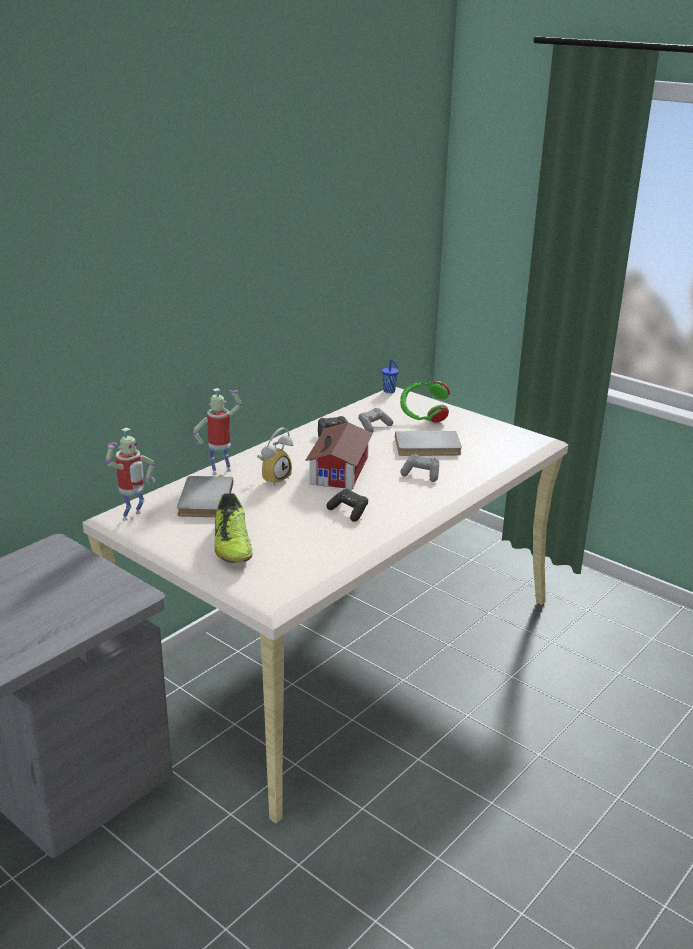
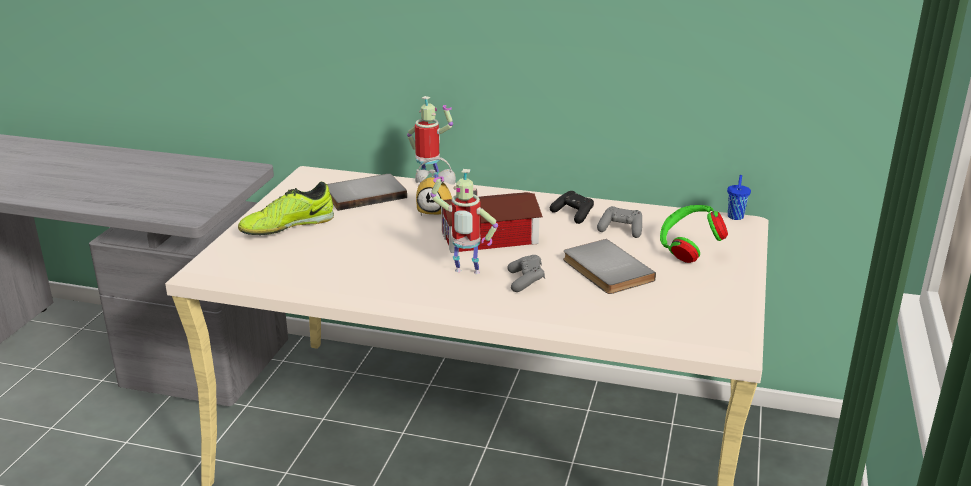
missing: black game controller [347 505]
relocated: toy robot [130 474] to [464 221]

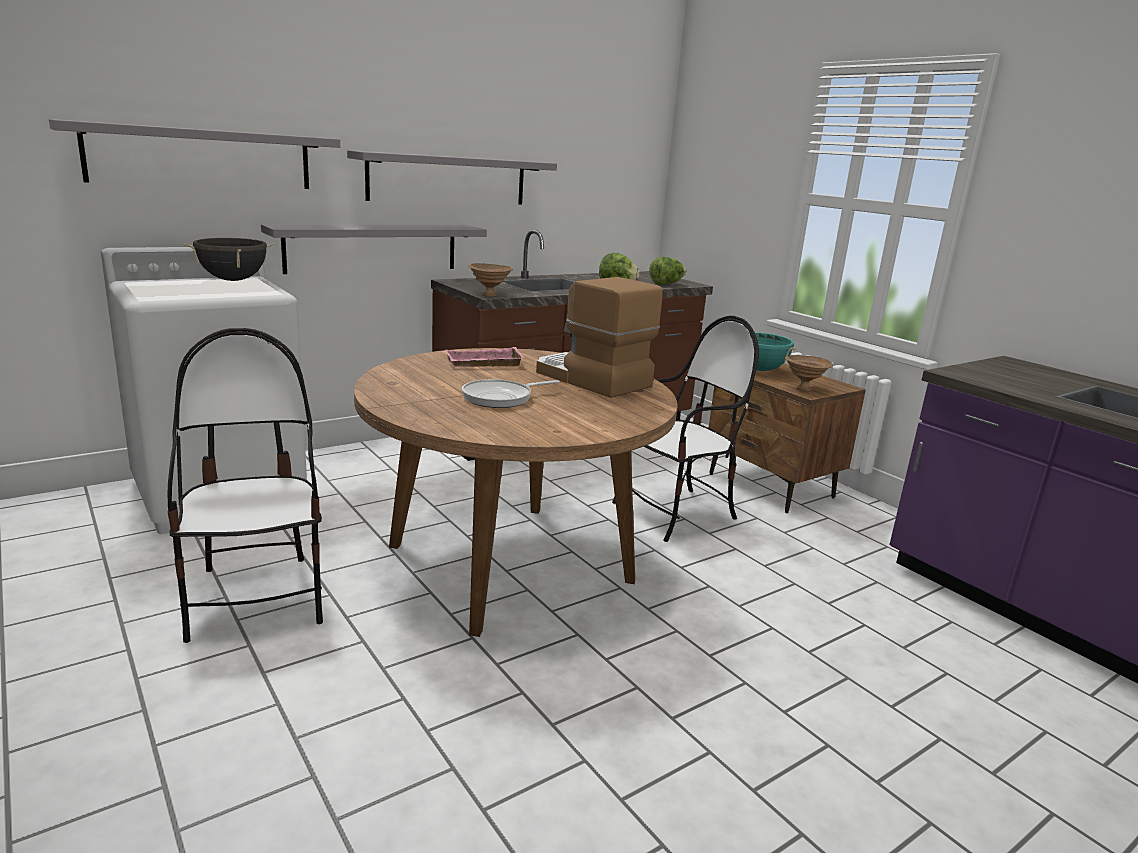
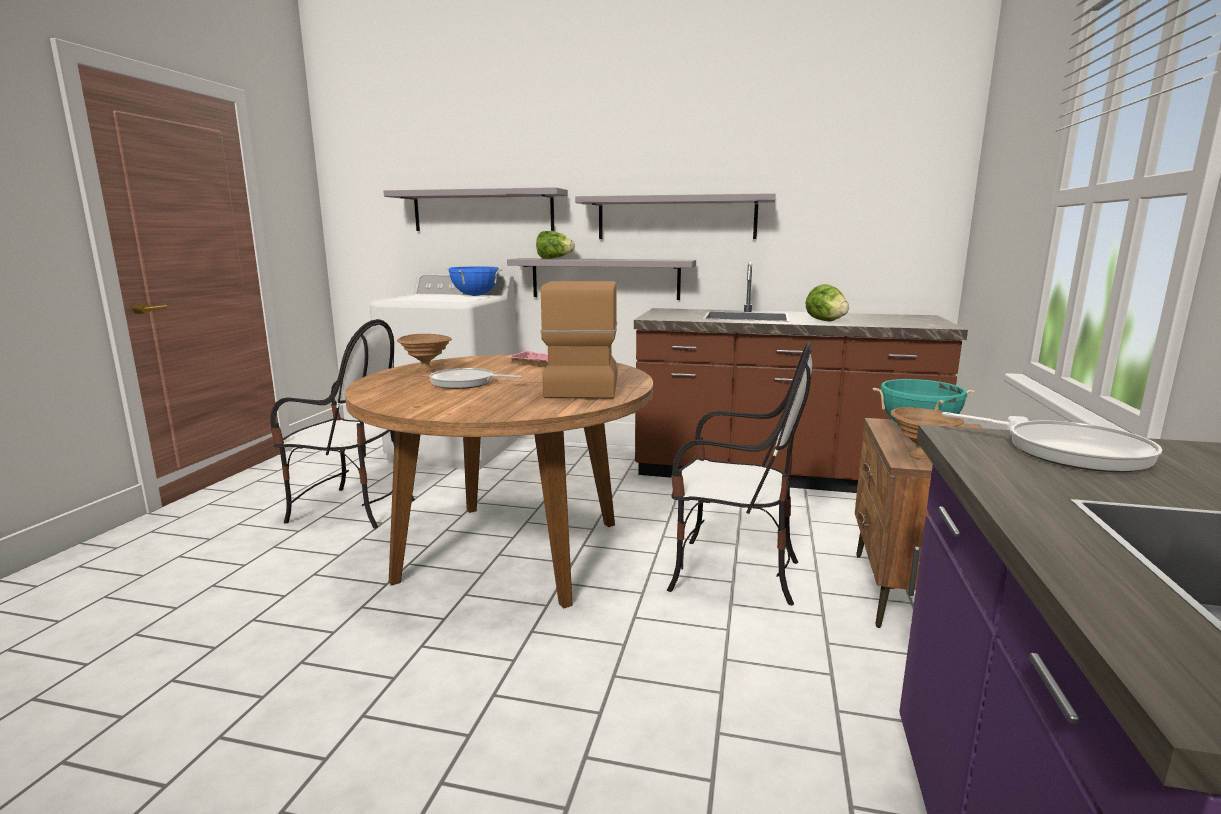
appeared: frying pan [1052 442]
relocated: brown bowl [490 279] to [424 353]; lettuce [667 271] to [555 245]
colour: black cooking pot [229 259] to blue cooking pot [474 281]
spun: chair [245 485] = [342 424] 75 degrees clockwise

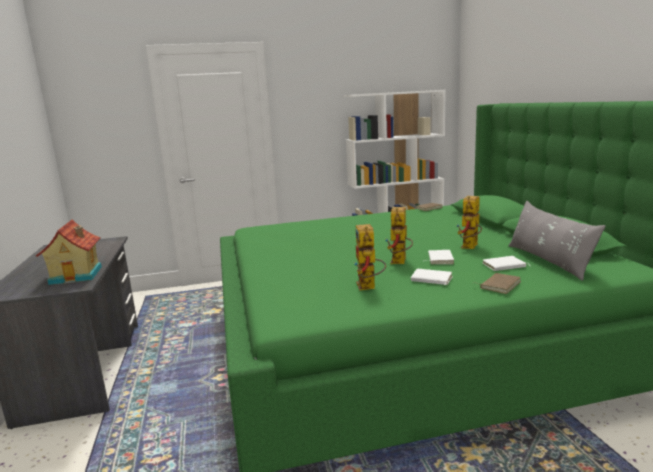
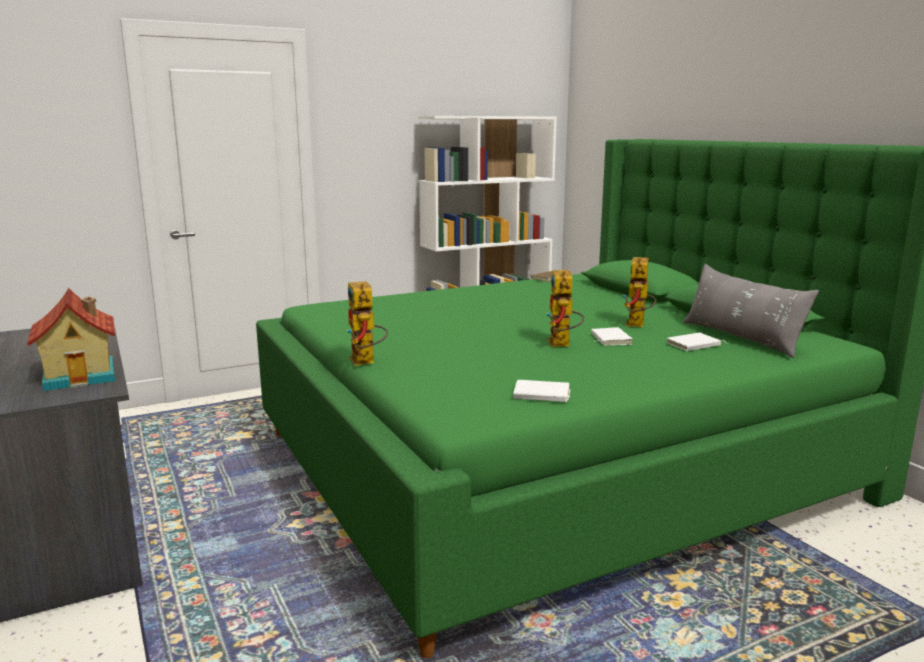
missing: brown book [499 283]
relocated: toy robot [370 257] to [367 323]; white book [432 277] to [542 391]

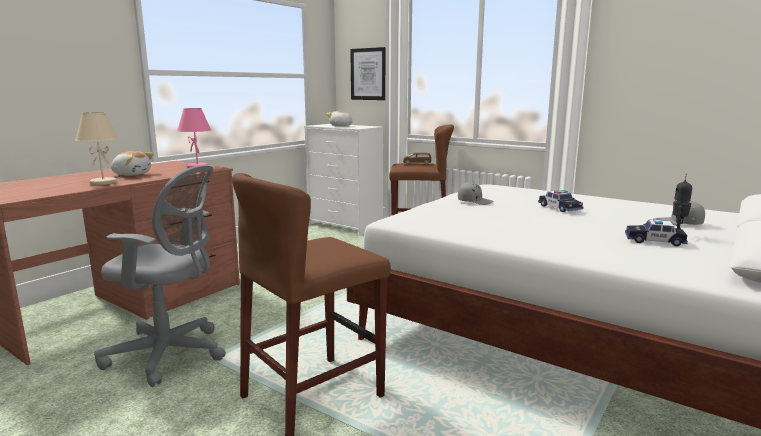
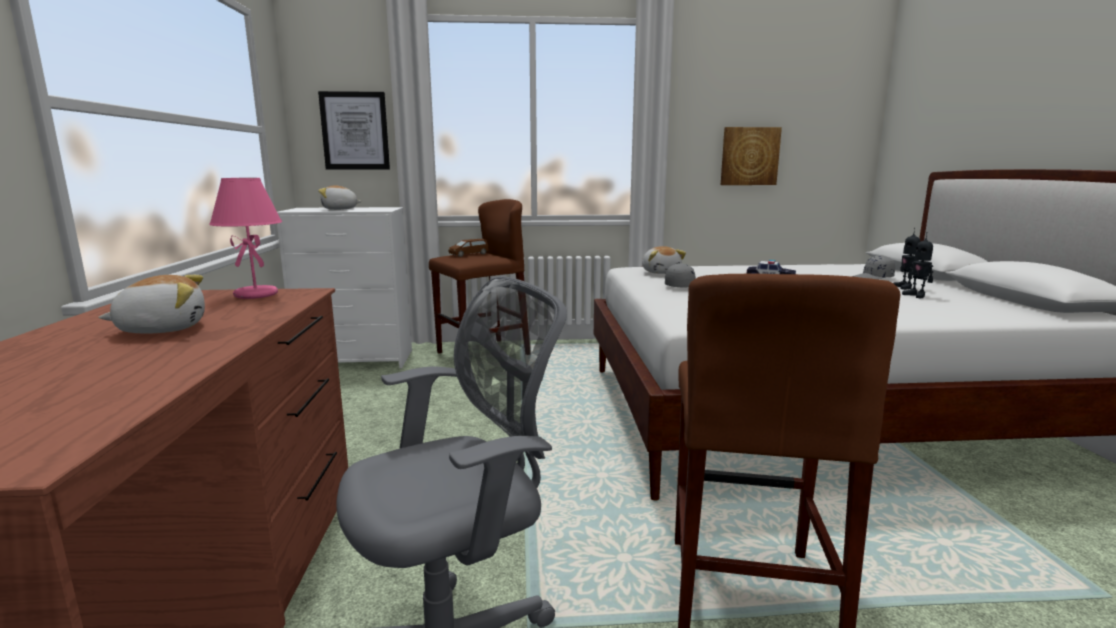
missing: beige table lamp [97 148]
appeared: plush toy [664 260]; picture [751 156]
exchanged: toy car [656 232] to toy robot [917 265]

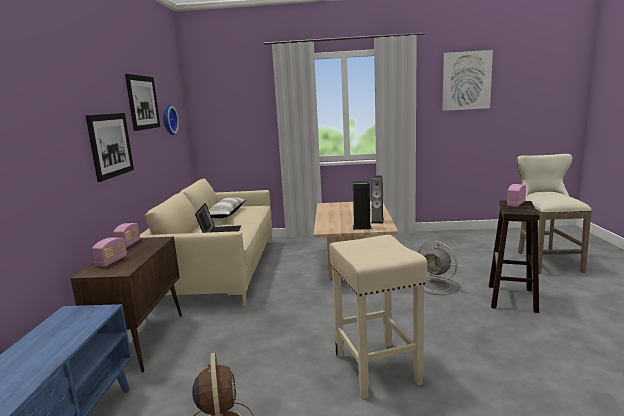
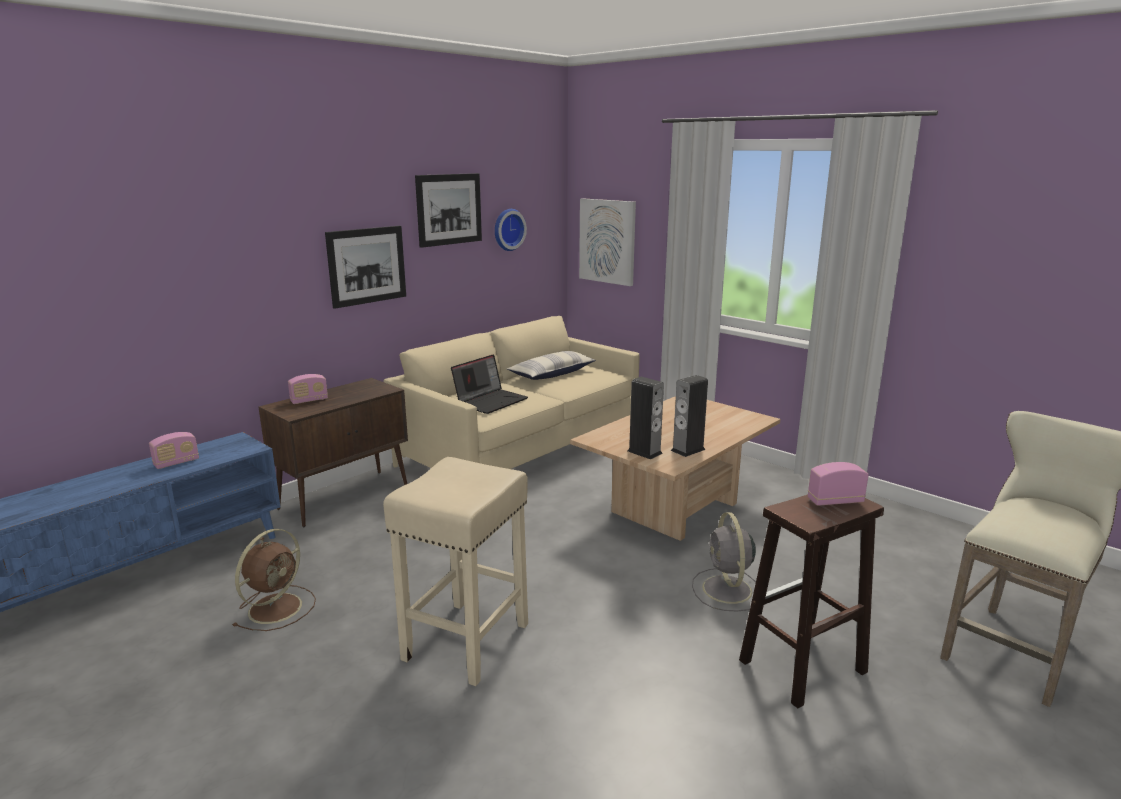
relocated: radio [126 235] to [174 450]; picture [467 80] to [607 242]

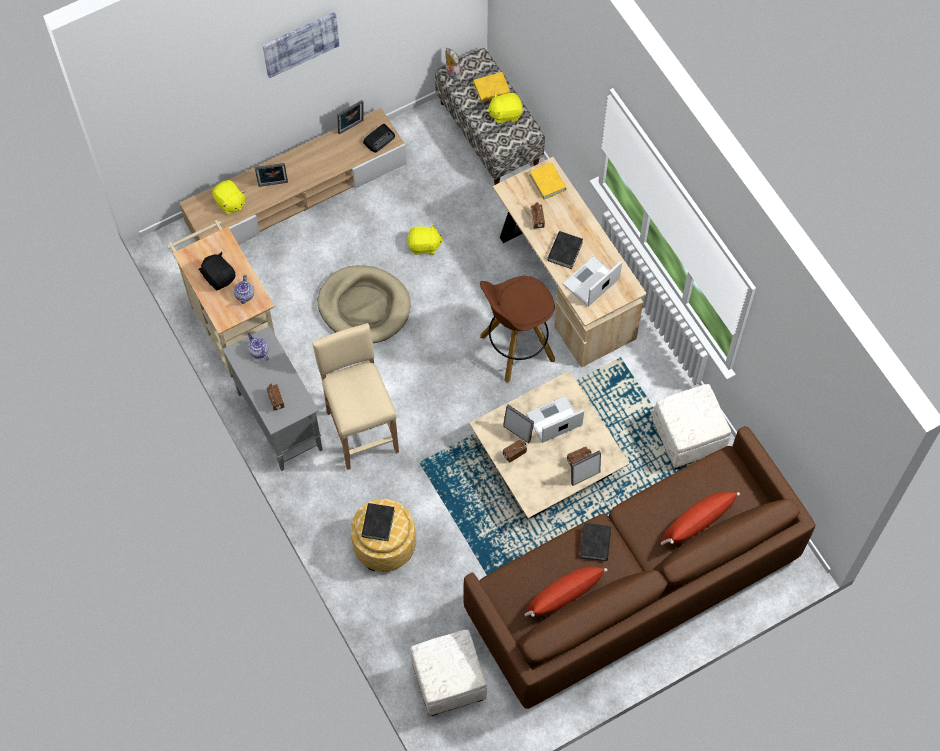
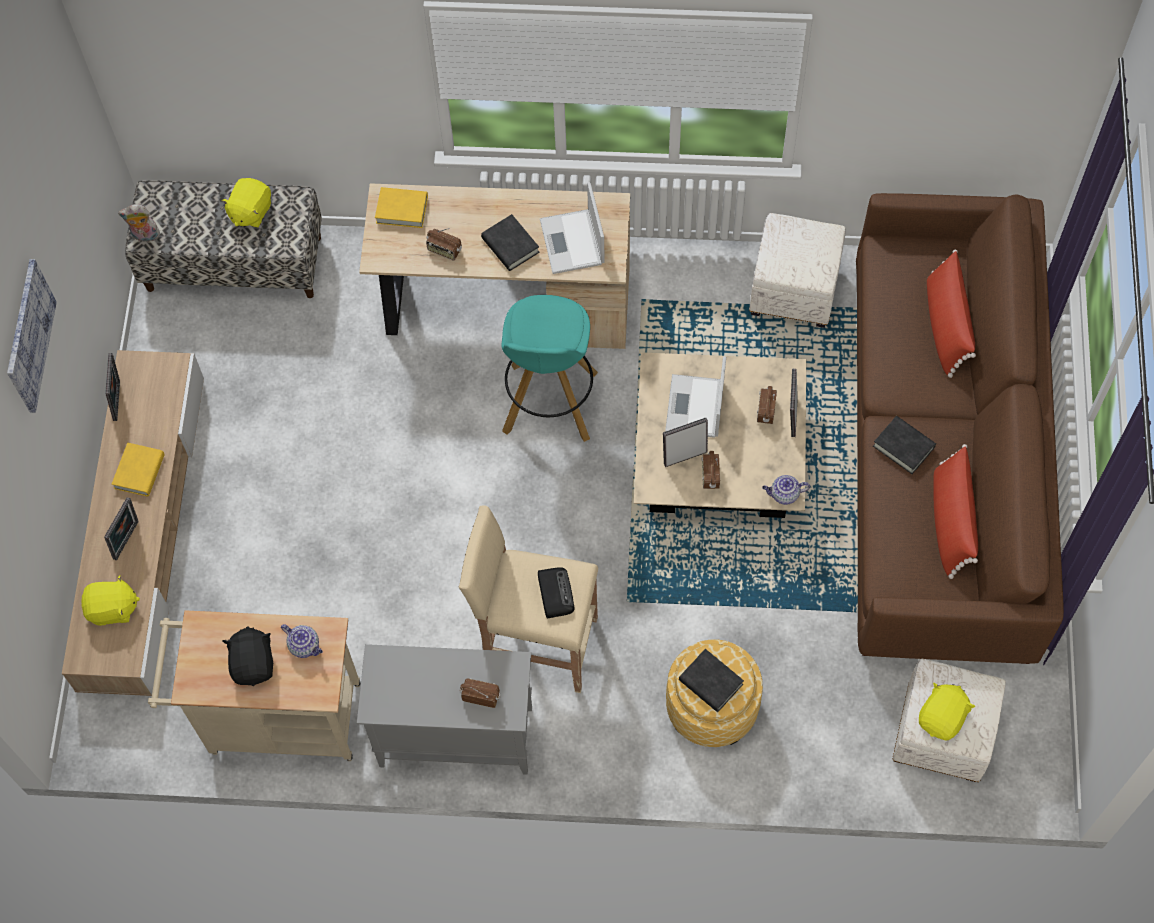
missing: beige dog bed [364 304]
relocated: teapot [258 346] to [786 490]; radio [379 138] to [556 593]; yellow plush toy [425 239] to [947 711]; yellow book [492 87] to [138 470]
colour: brown stool [517 329] to turquoise stool [549 368]
spun: black plush toy [217 271] = [248 656] 90 degrees clockwise

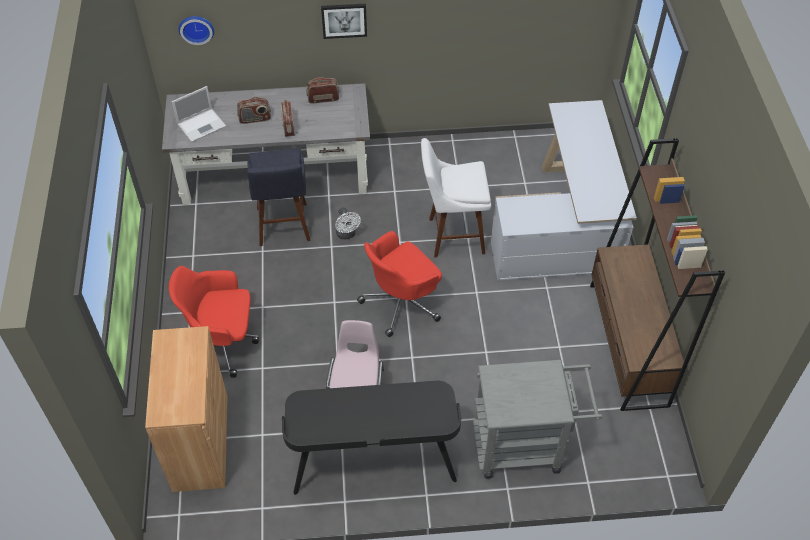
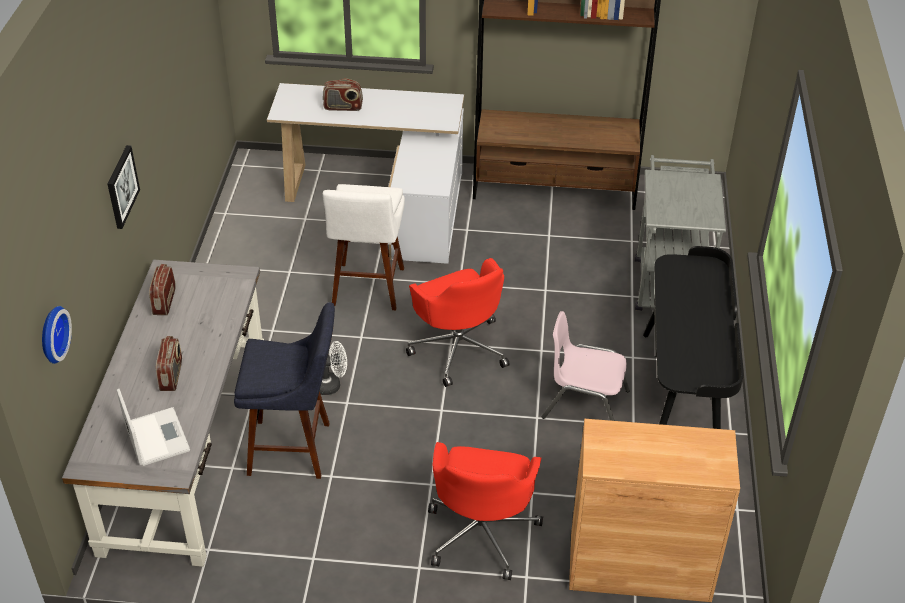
relocated: radio [288 118] to [343 94]

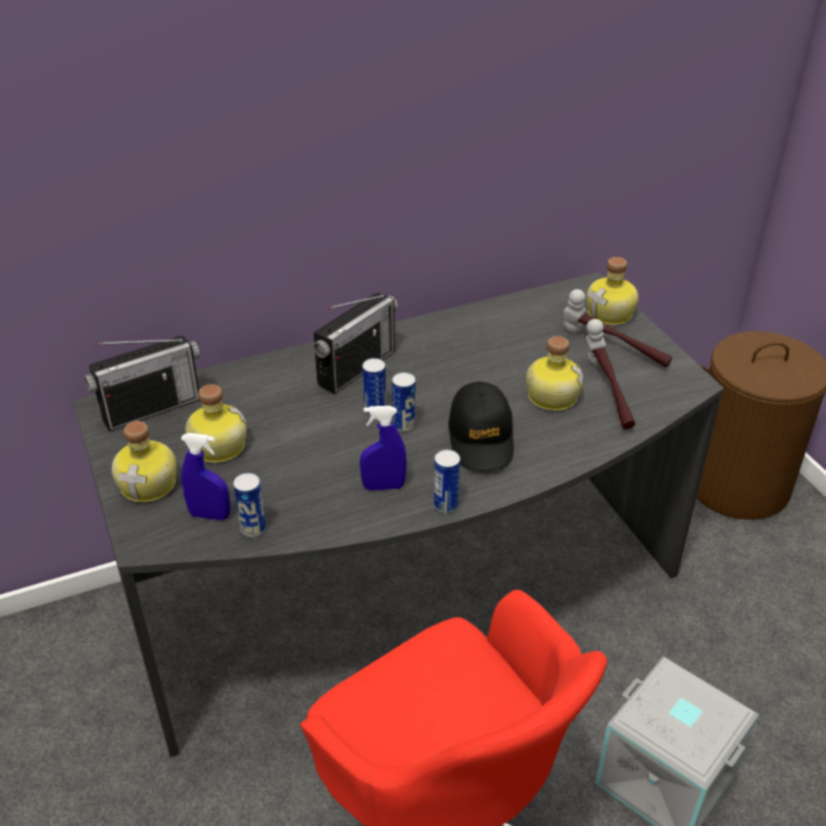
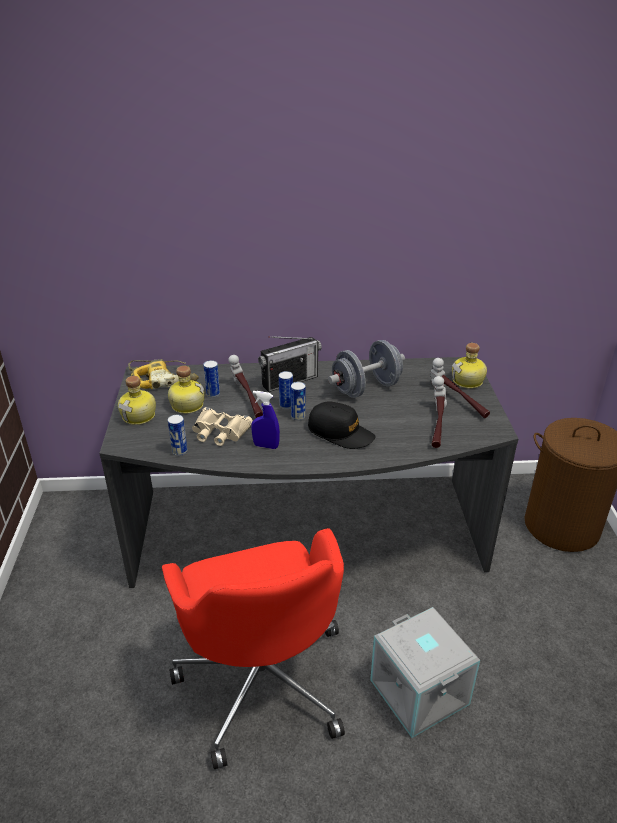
missing: blue spray bottle [205 476]; bottle [554 373]
appeared: beige binoculars [222 426]; hammer [245 386]; grey dumbbell [366 369]
relocated: can [447 482] to [211 379]
exchanged: radio [142 384] to power drill [163 374]
spun: black cap [481 426] = [342 425] 75 degrees counterclockwise

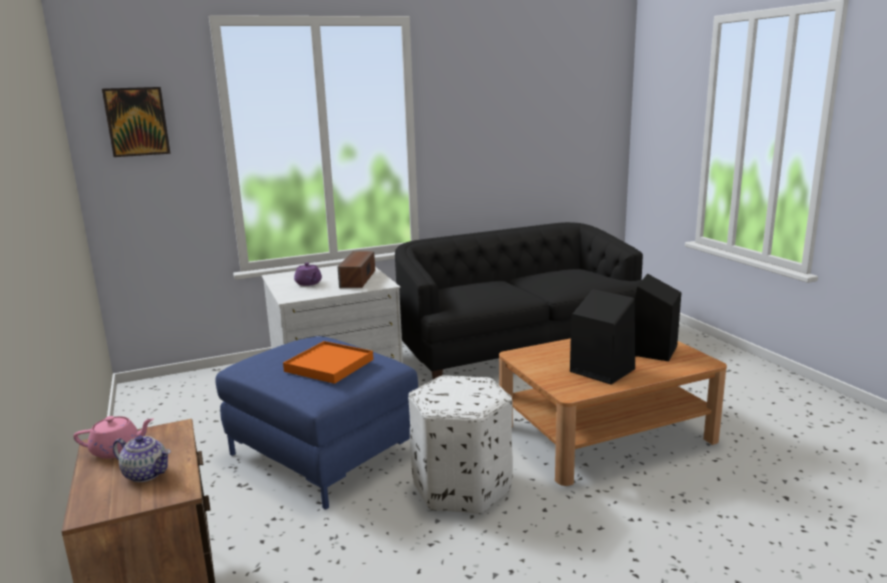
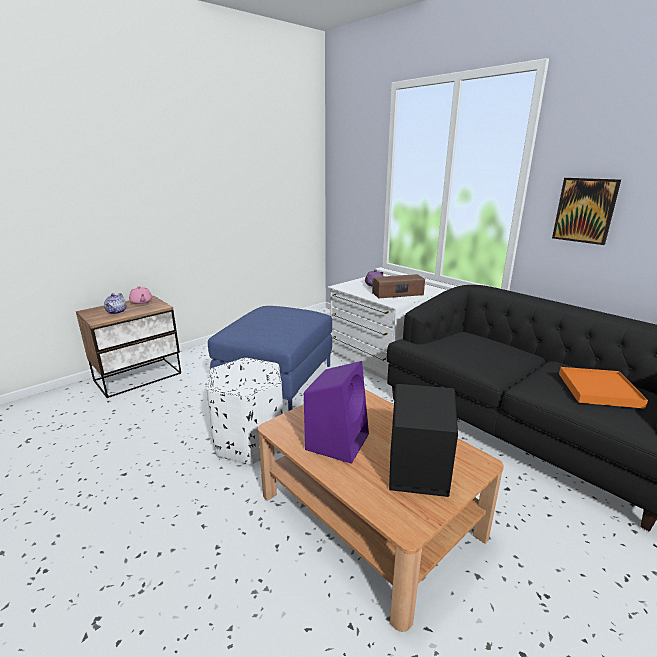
relocated: picture [136 122] to [586 211]; orange tray [328 362] to [603 388]
colour: black speaker [602 336] to purple speaker [336 412]

